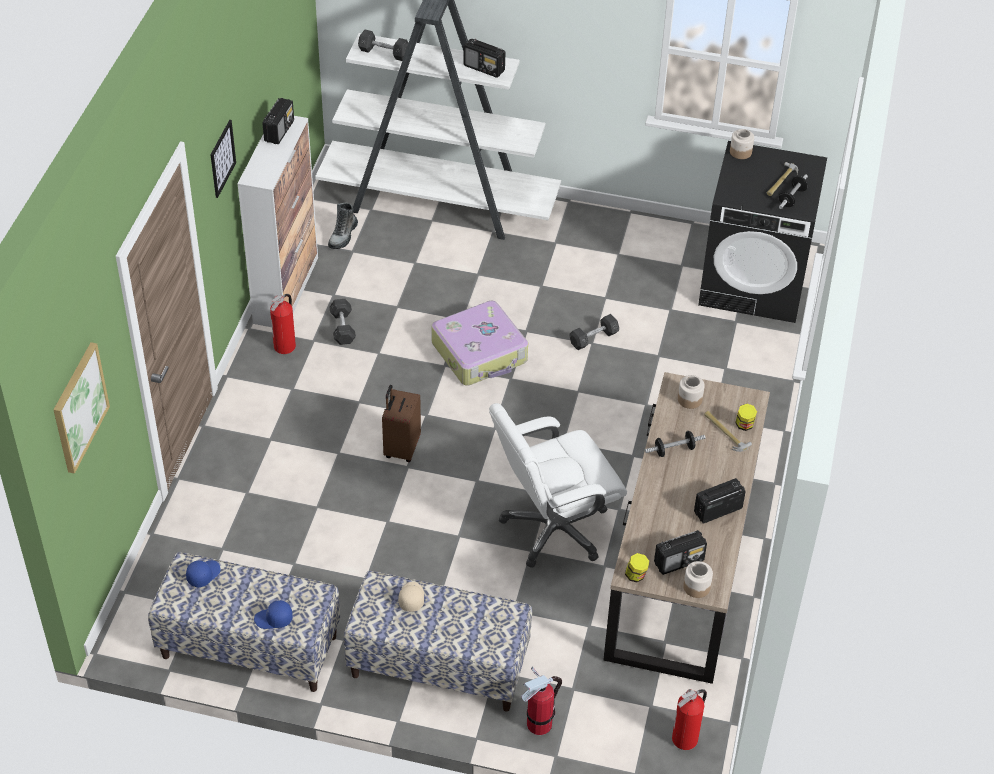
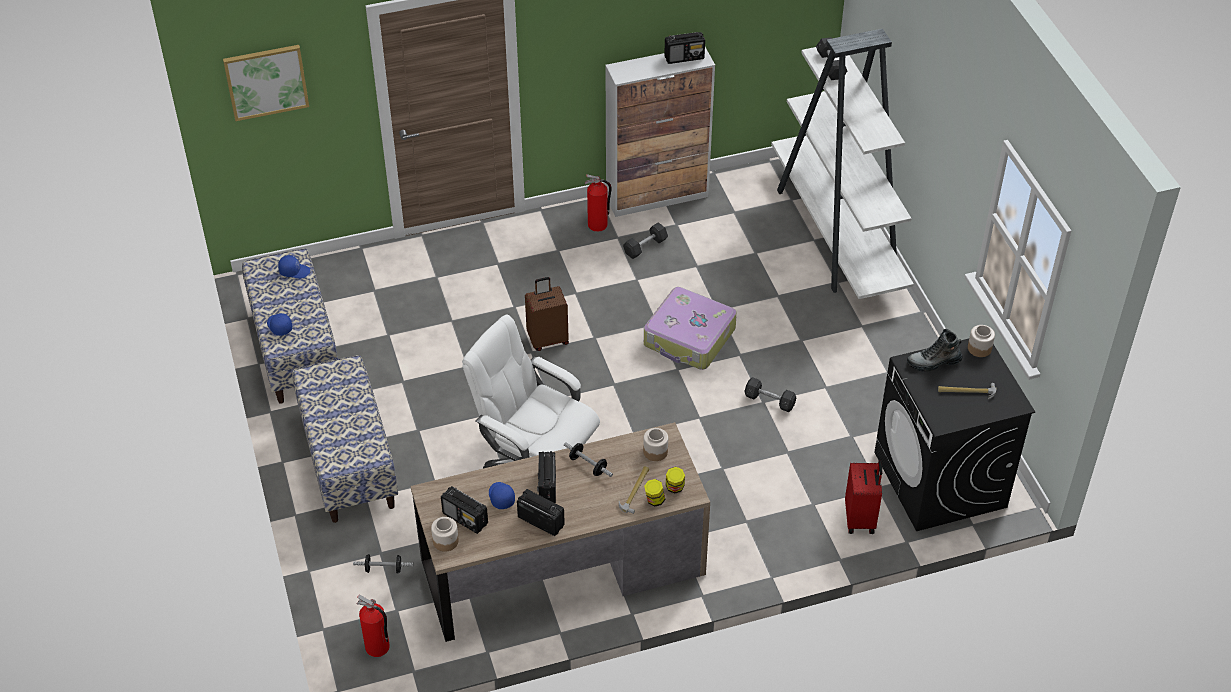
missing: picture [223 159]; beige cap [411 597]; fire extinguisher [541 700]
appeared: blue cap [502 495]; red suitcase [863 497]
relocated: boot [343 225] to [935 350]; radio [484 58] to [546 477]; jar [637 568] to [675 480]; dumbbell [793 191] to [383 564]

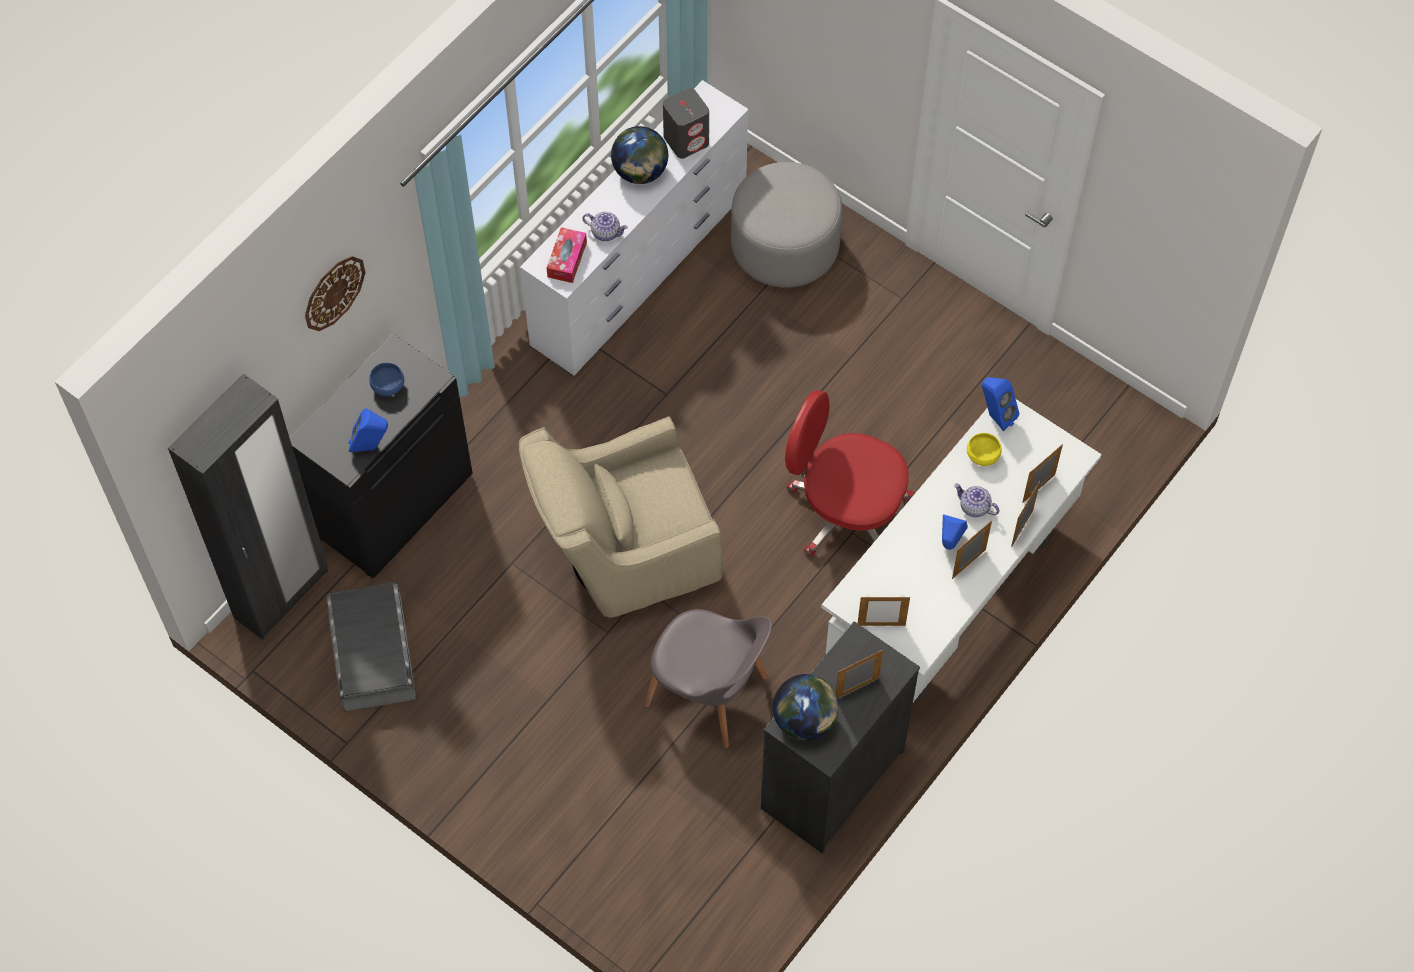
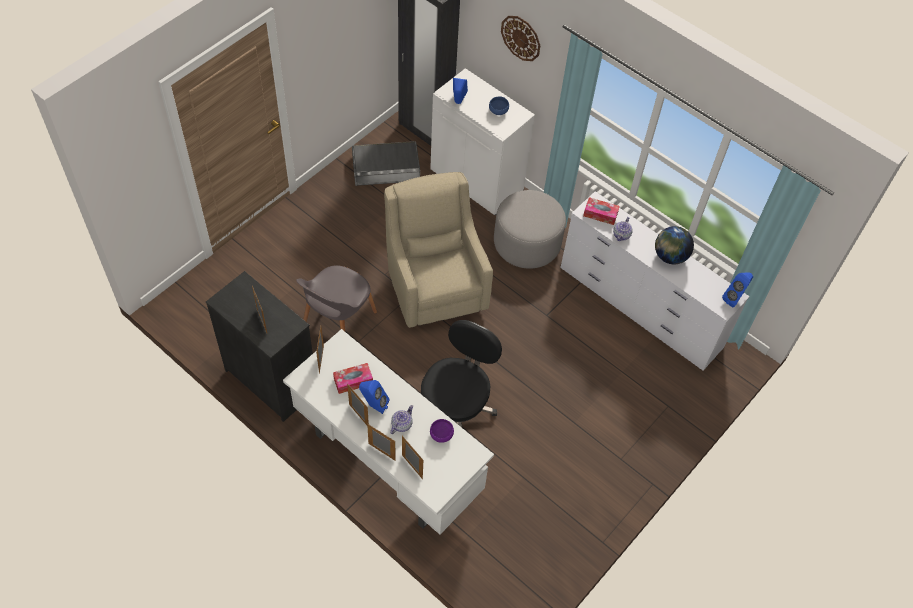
missing: grey speaker [686 123]; globe [806 707]
appeared: tissue box [353 378]
relocated: grey ottoman [787 225] to [530 229]; blue speaker [1000 404] to [737 290]
colour: black cabinet [381 456] to white cabinet [482 142]; red office chair [849 473] to black office chair [461 373]; yellow bowl [984 449] to purple bowl [442 431]

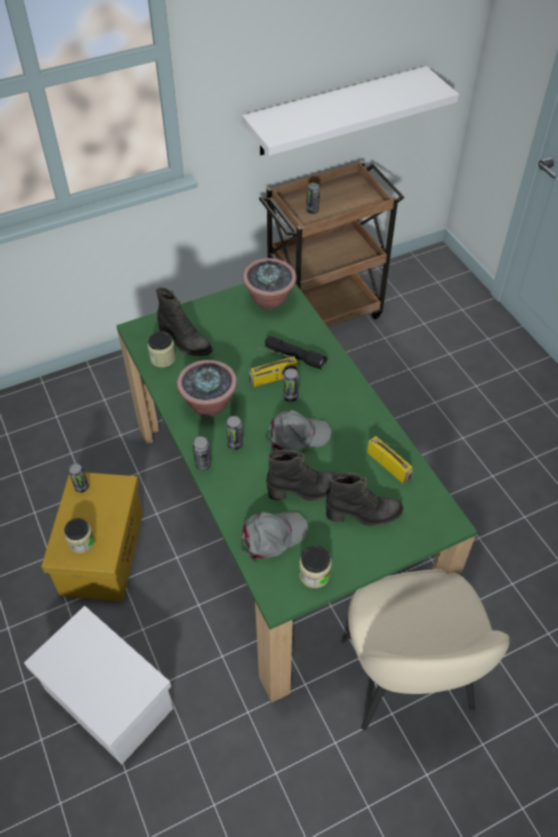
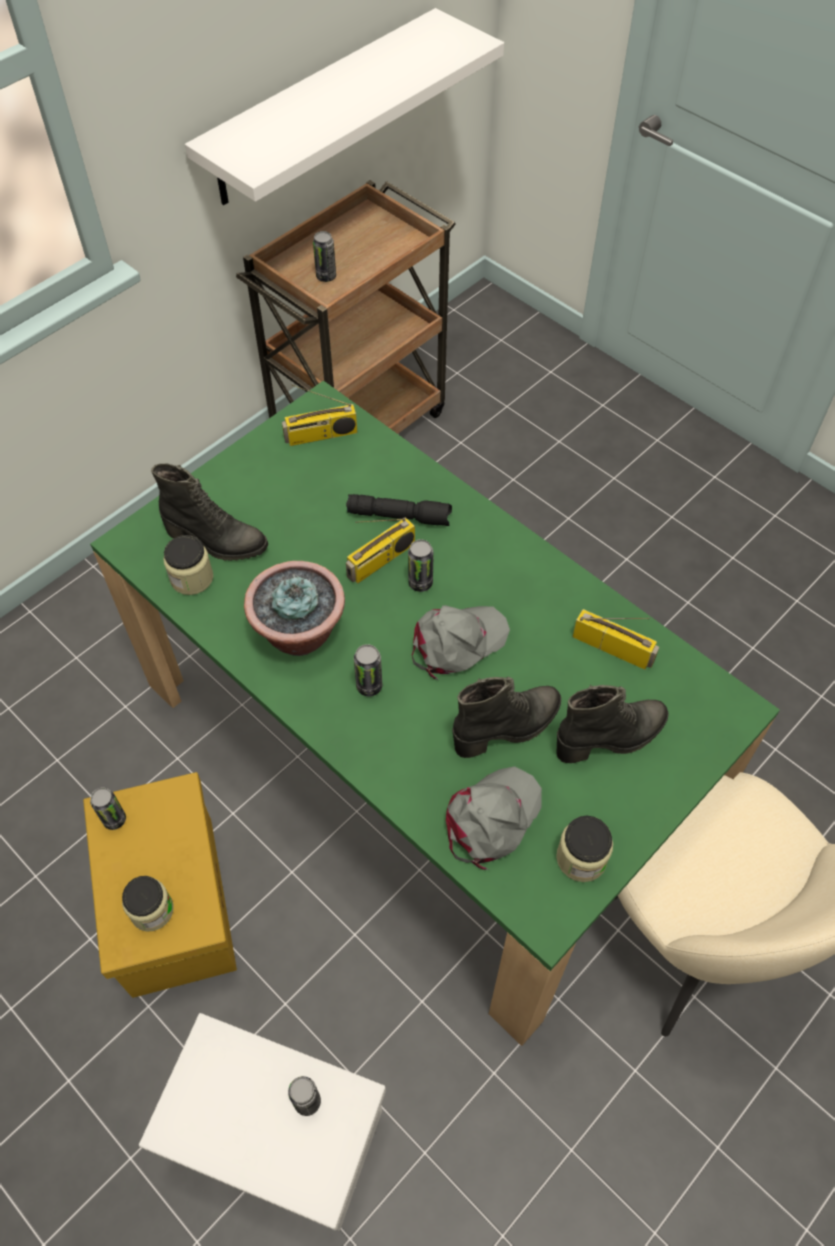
relocated: can [201 453] to [304 1096]
exchanged: potted plant [270 284] to radio [320 415]

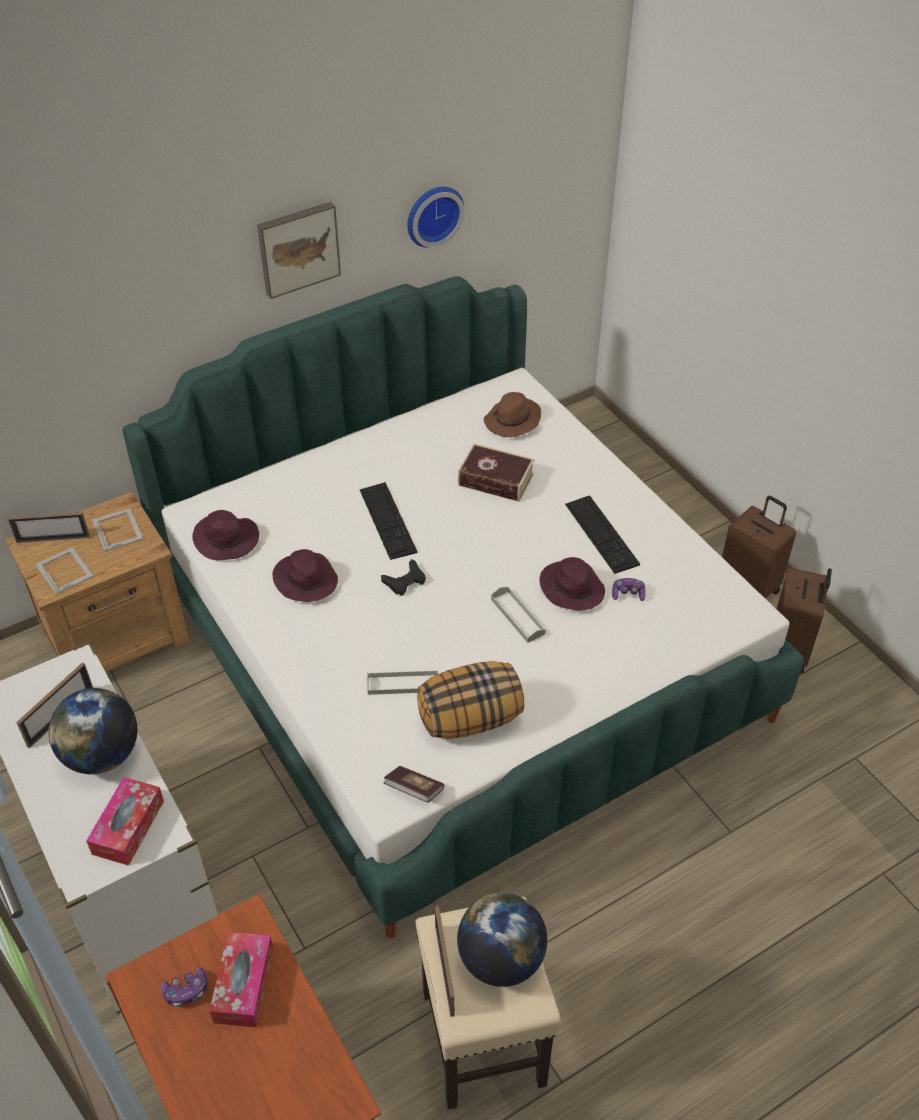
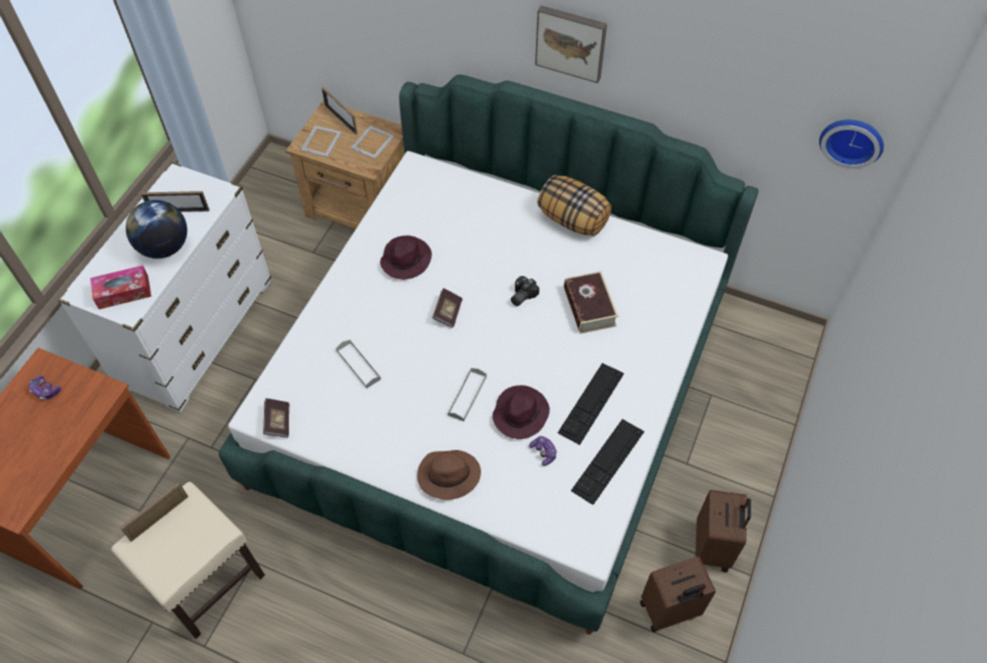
missing: purple hat [225 535]; tissue box [241 979]; globe [502 940]
appeared: photo camera [525 291]
relocated: keyboard [388 521] to [607 462]; wall clock [435 217] to [851 144]; pillow [470 700] to [574 205]; brown hat [512 414] to [449 475]
exchanged: black game controller [403 577] to book [447 308]

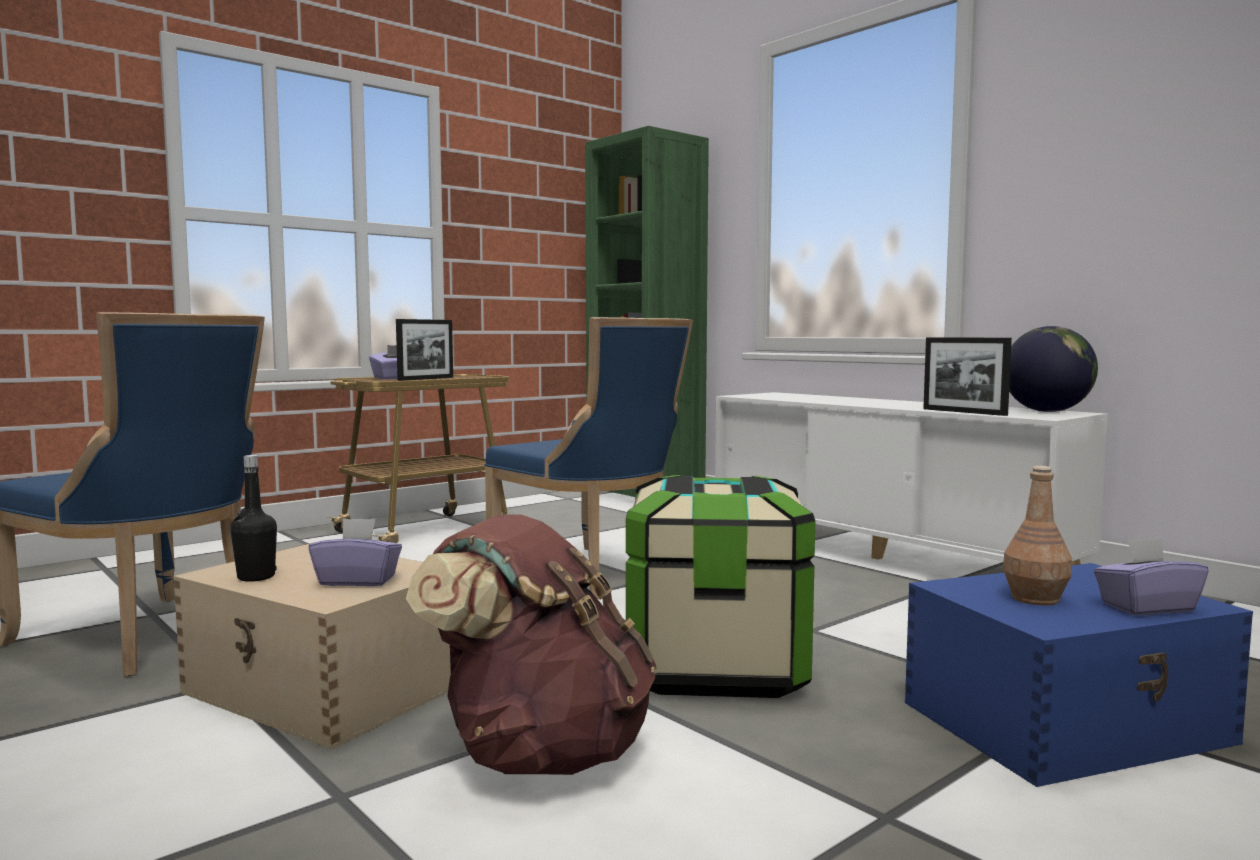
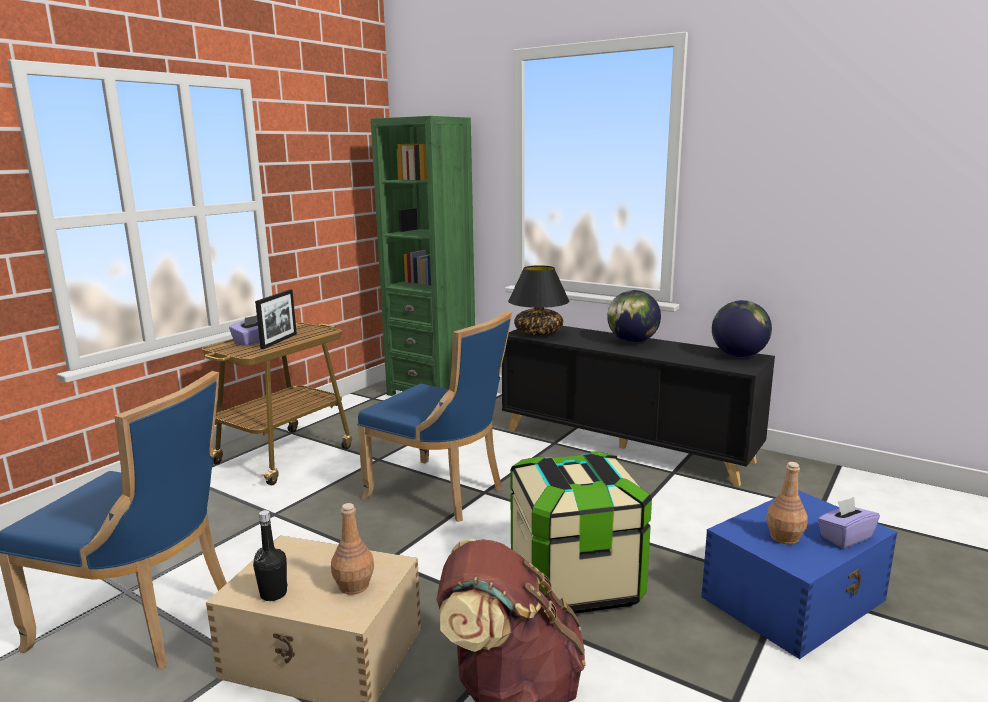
missing: picture frame [967 376]
appeared: black table lamp [539 300]; globe [634 316]
exchanged: purple tissue box [355 552] to brown bottle [352 549]
colour: white cabinet [911 478] to black cabinet [638 406]

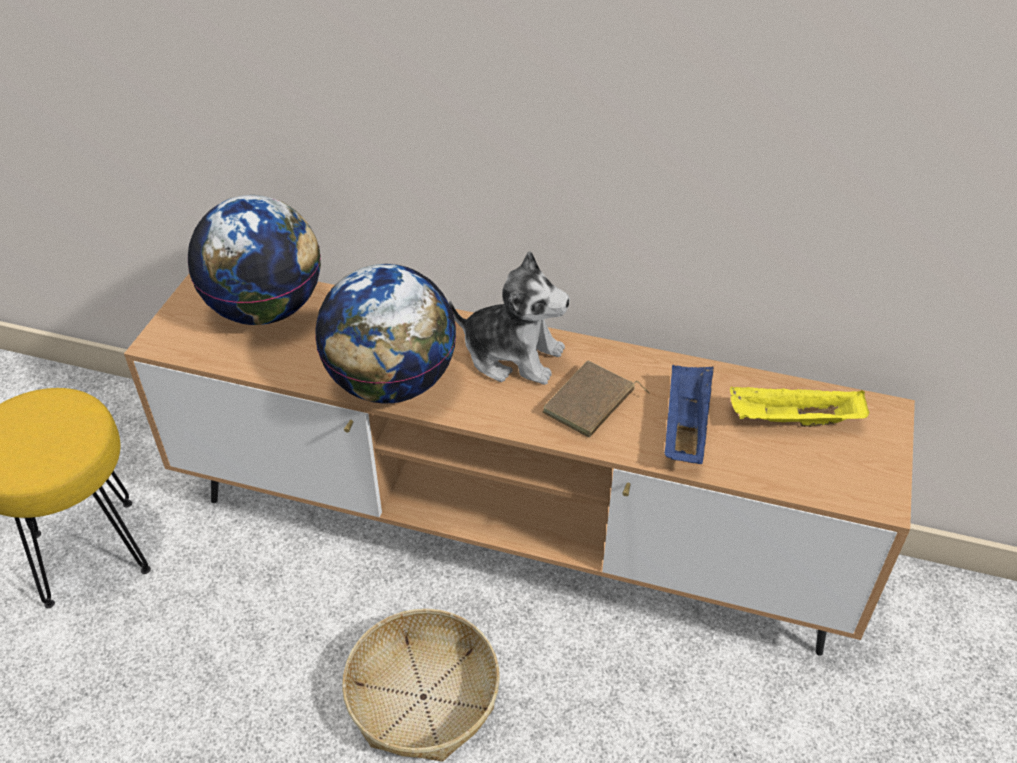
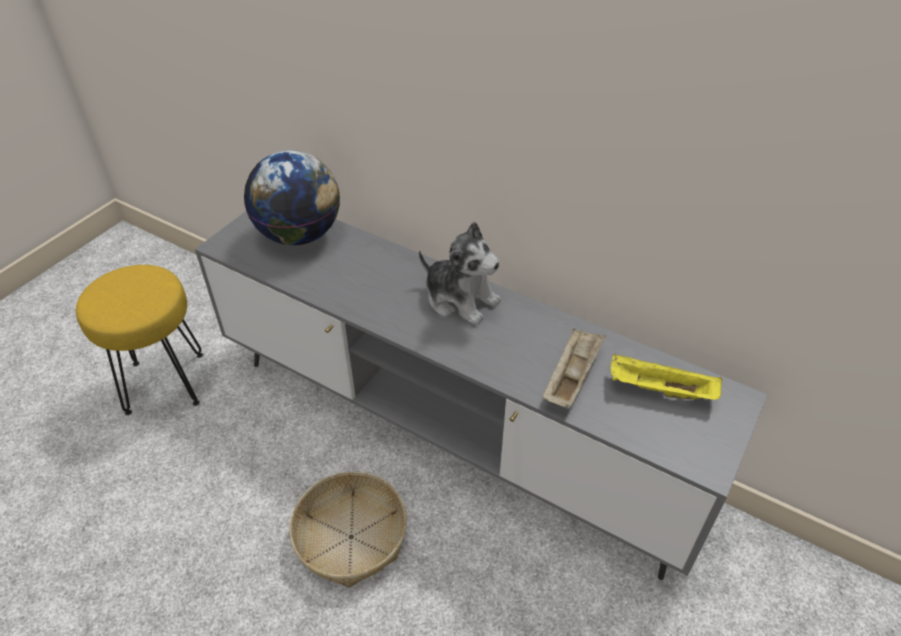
missing: globe [385 333]; brown book [596 399]
colour: brown tv stand [519 465] to grey tv stand [481 395]; blue tray [689 414] to beige tray [574 368]

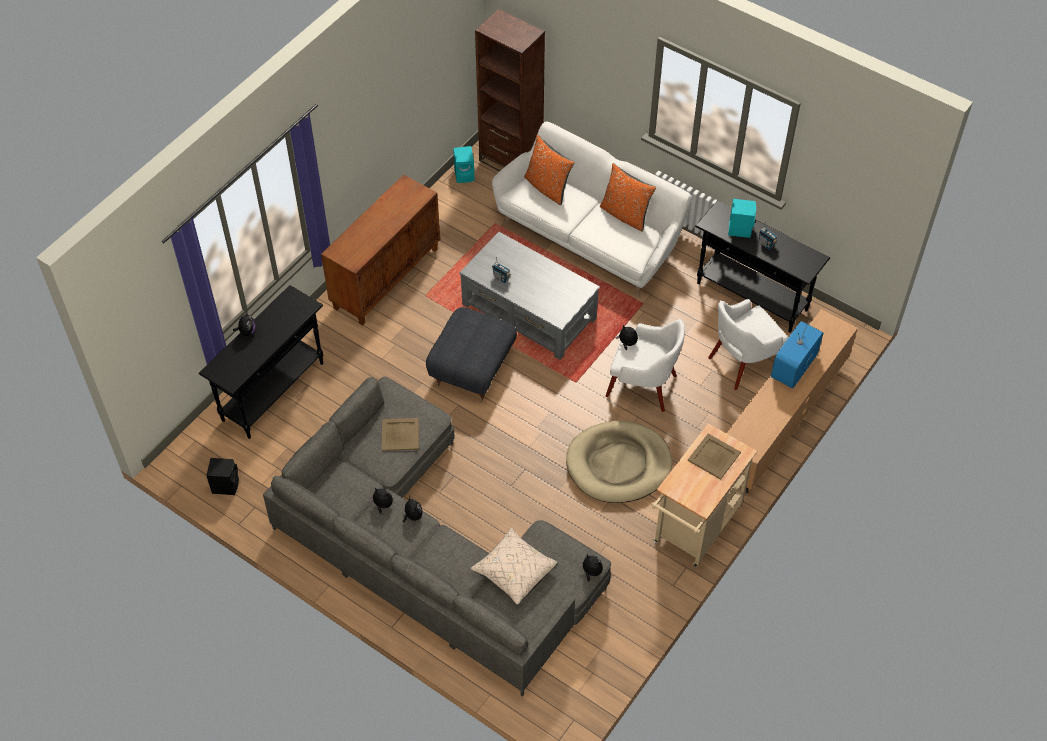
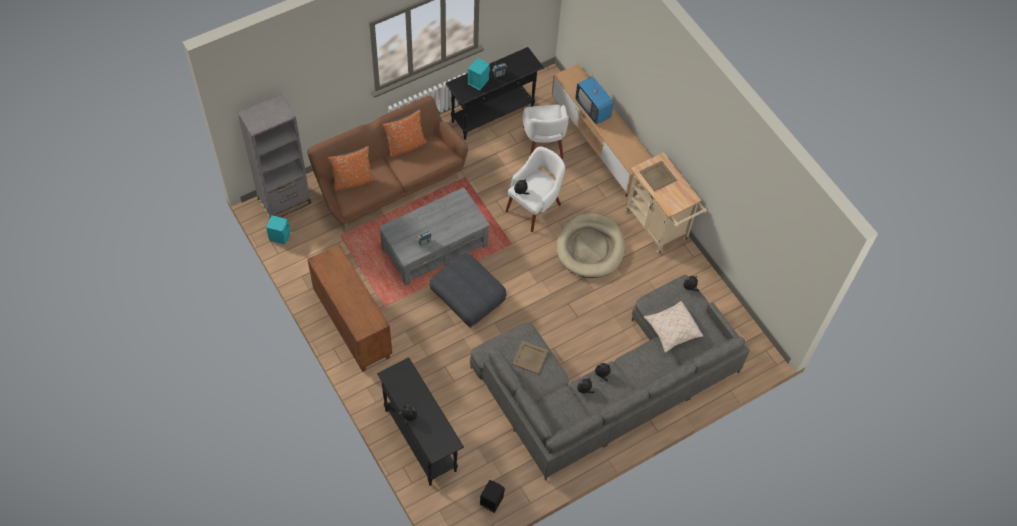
colour: brown bookcase [510 90] to grey bookcase [274 156]; white sofa [592 209] to brown sofa [387 163]

